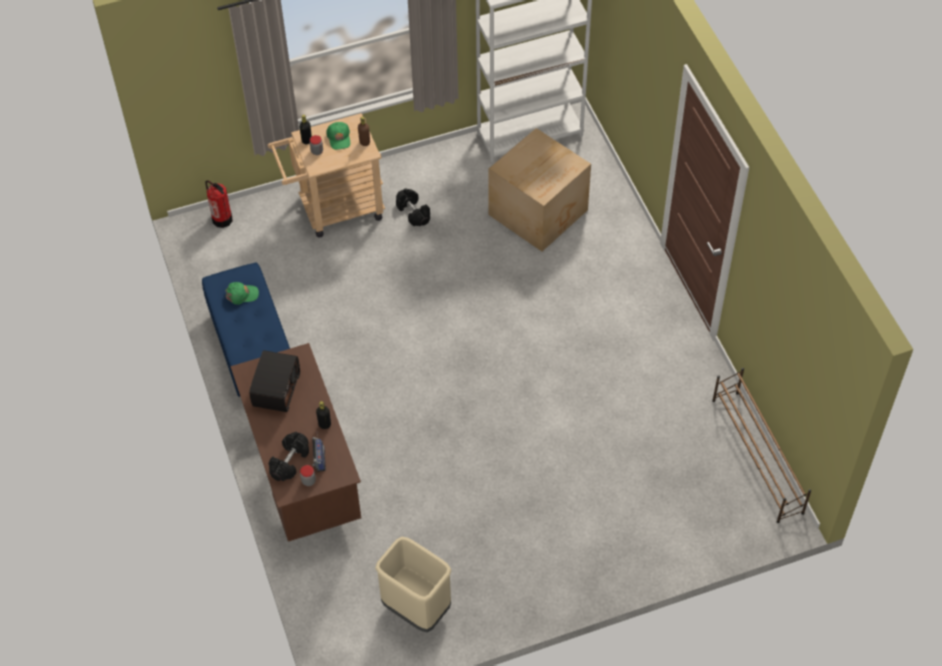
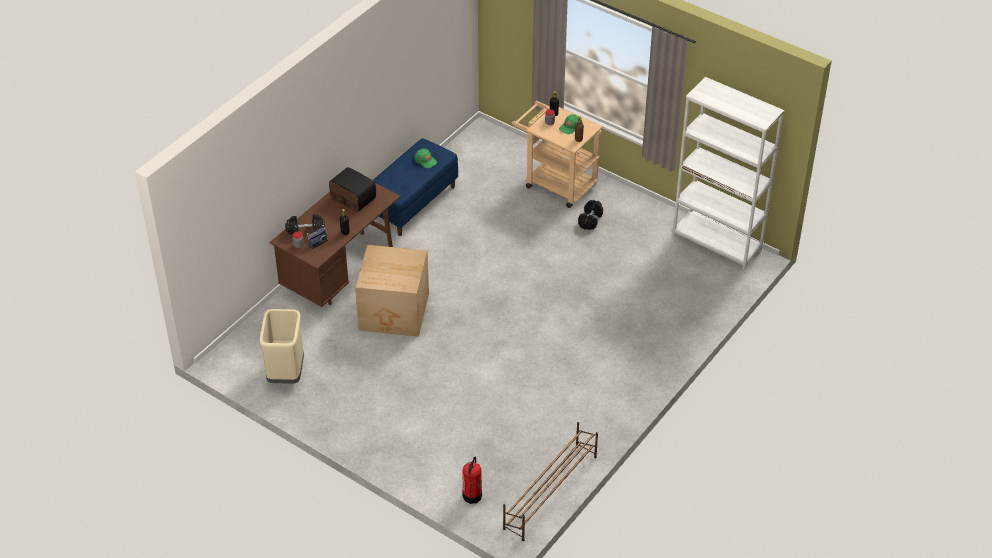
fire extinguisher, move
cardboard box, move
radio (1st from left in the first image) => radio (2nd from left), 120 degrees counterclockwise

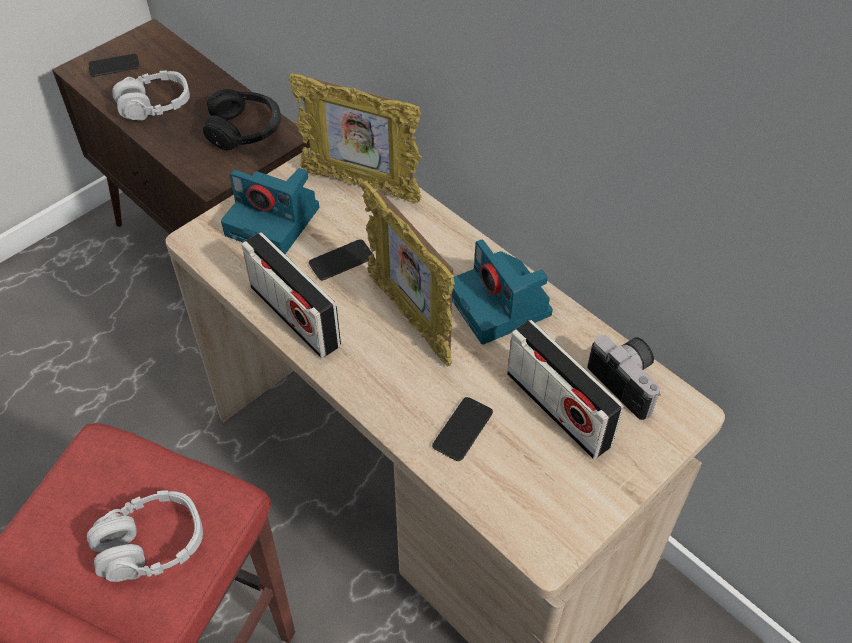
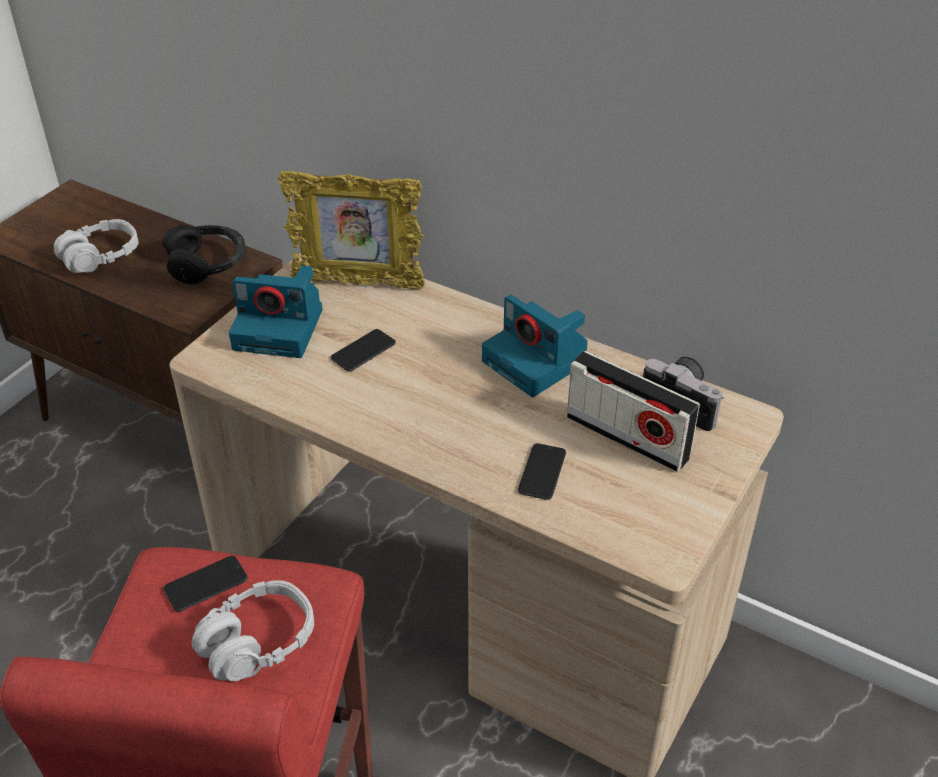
radio (1st from left) => nothing
picture frame (2nd from left) => nothing
phone (1st from left), move

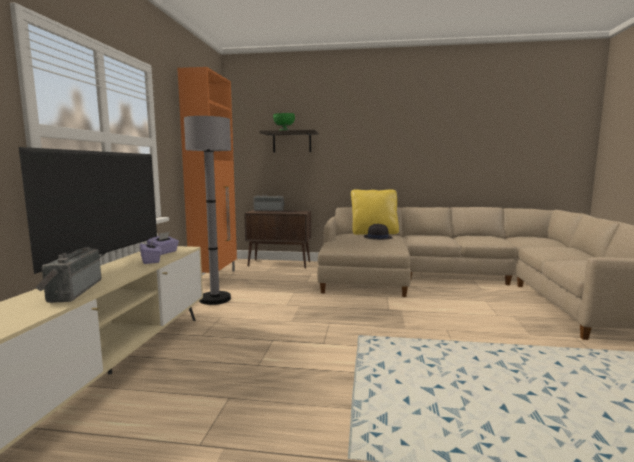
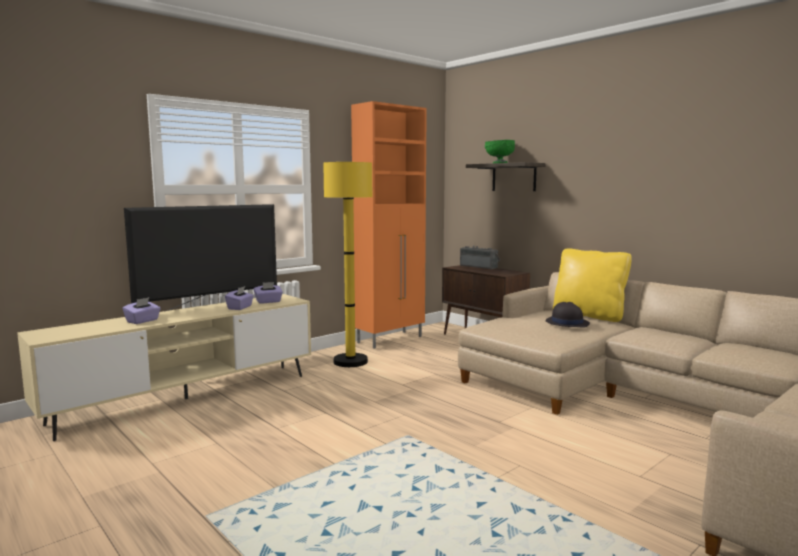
radio (1st from left) => purple tissue box (1st from left)
grey floor lamp => yellow floor lamp

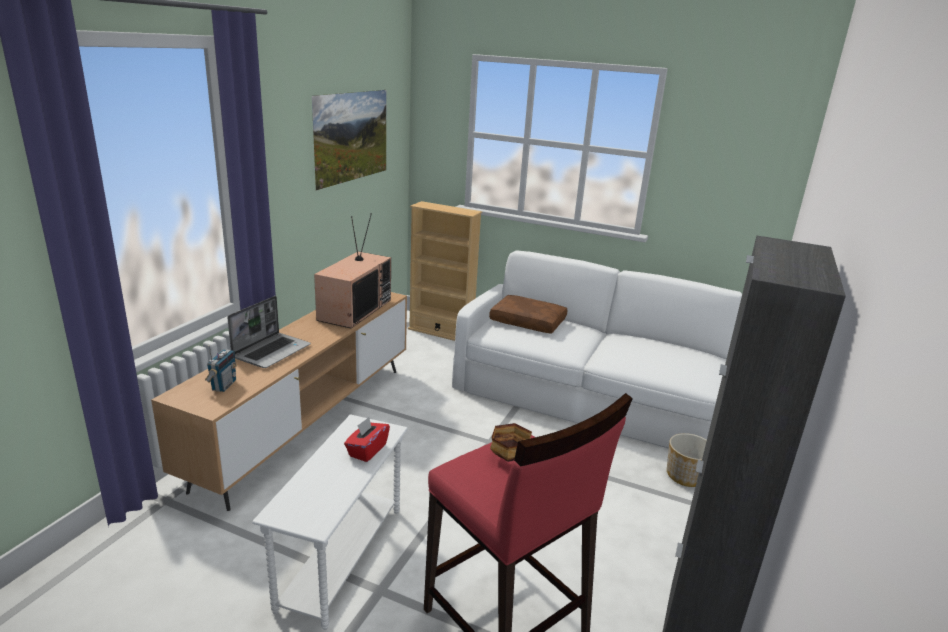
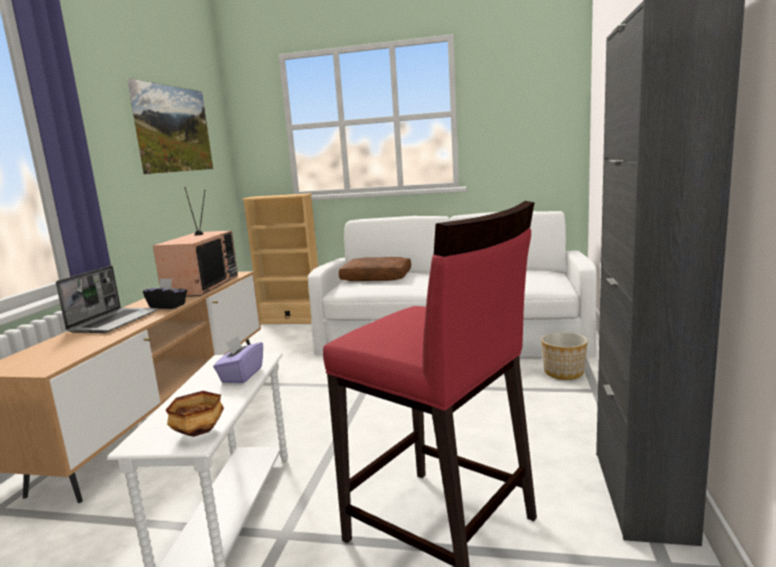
radio => nothing
nothing => black tissue box
bowl, move
red tissue box => purple tissue box

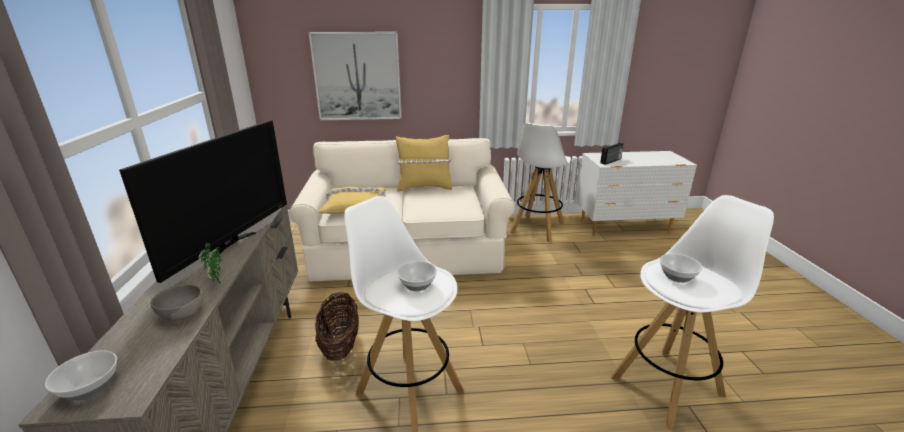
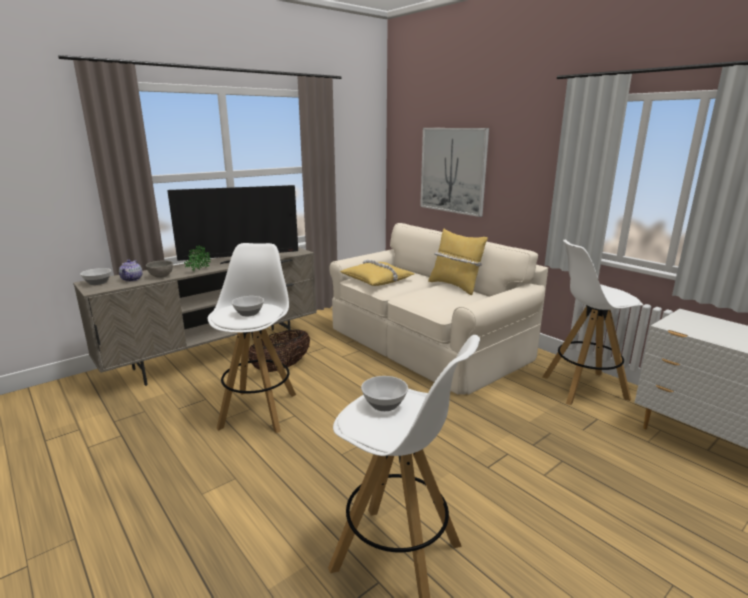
radio => nothing
nothing => teapot

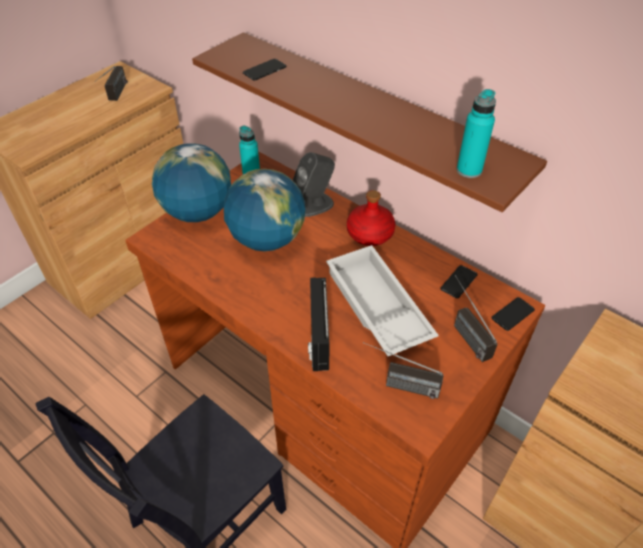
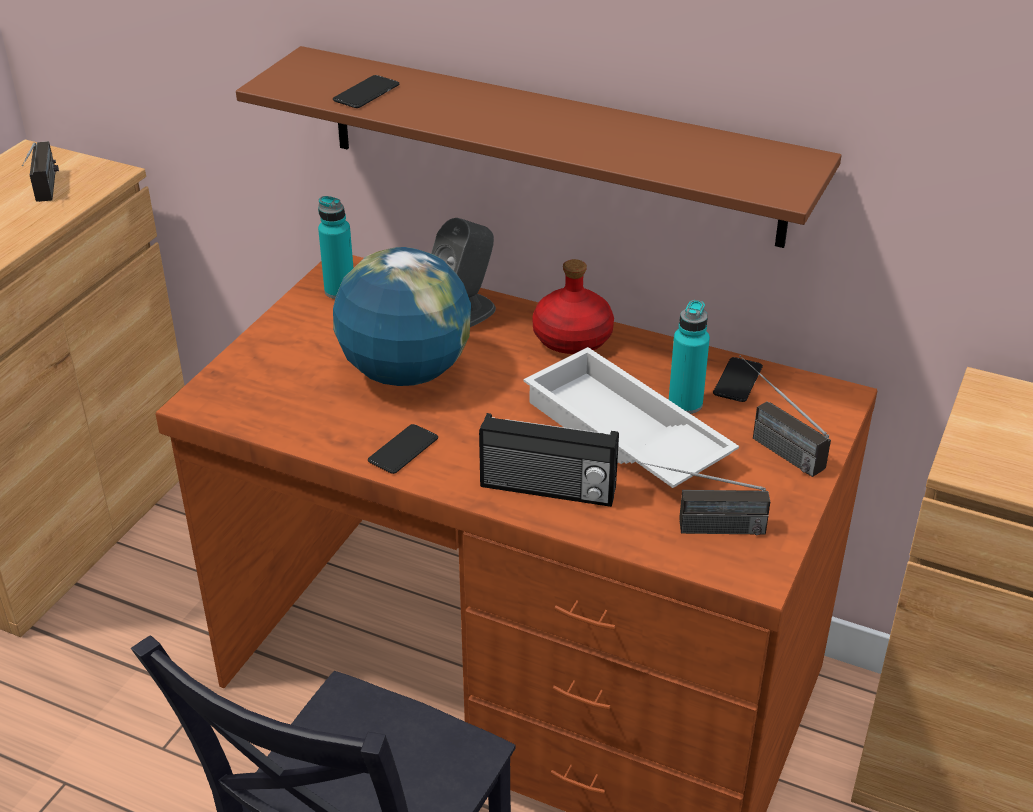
globe (1st from left) => nothing
turquoise bottle (2nd from left), move
phone (3rd from left in the first image) => phone (2nd from left), move
radio (2nd from left), 60 degrees counterclockwise

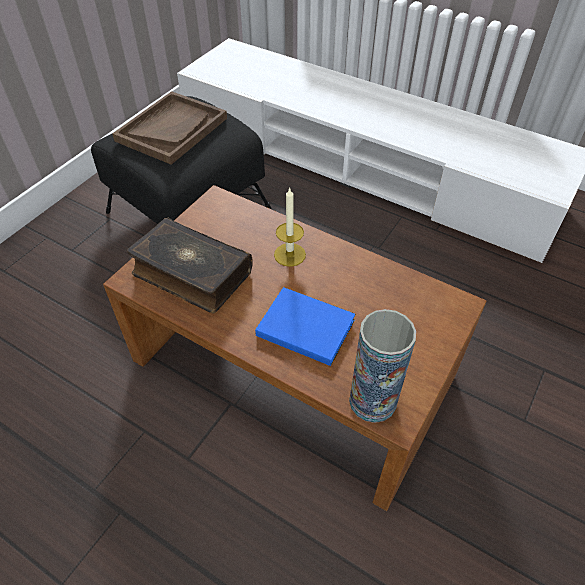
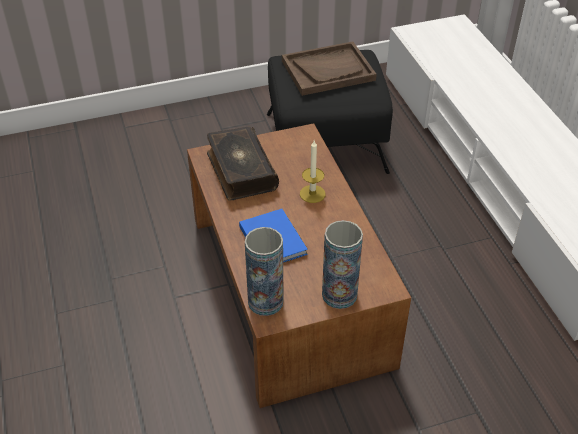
nothing => vase (2nd from left)

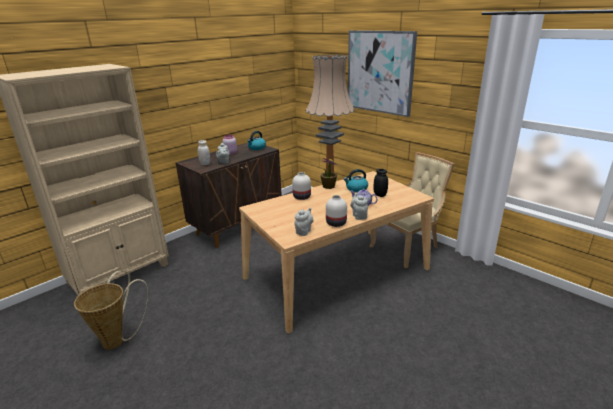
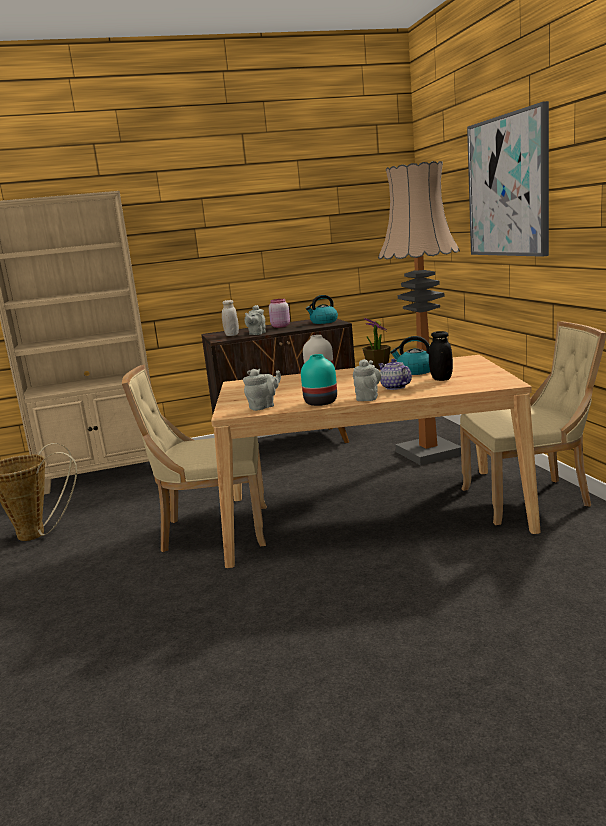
nothing => beige chair (1st from left)
white vase (2nd from left) => turquoise vase

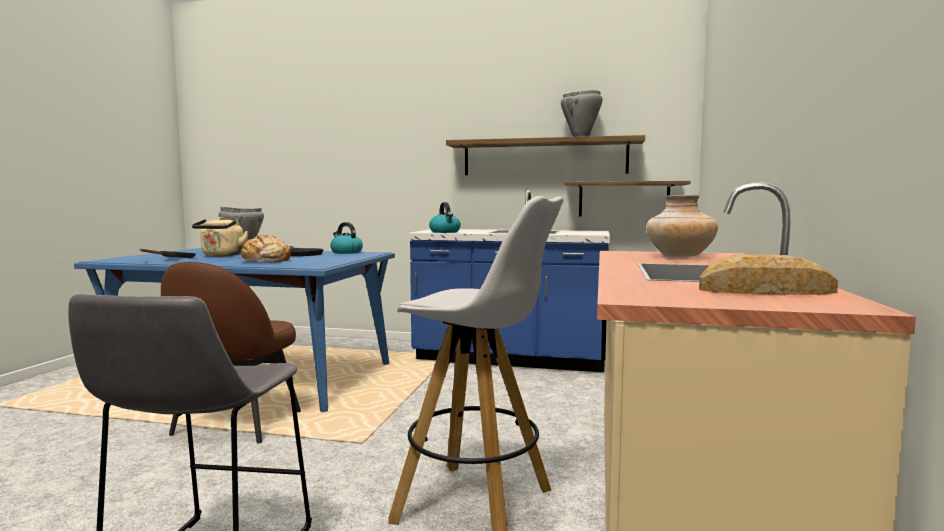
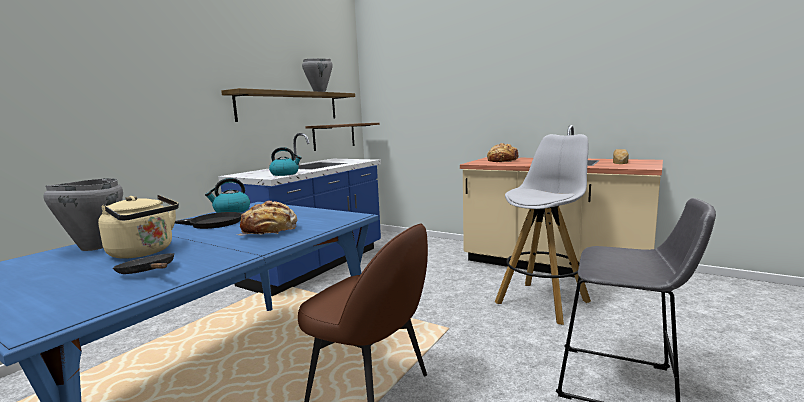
beige vase => bread (2nd from left)

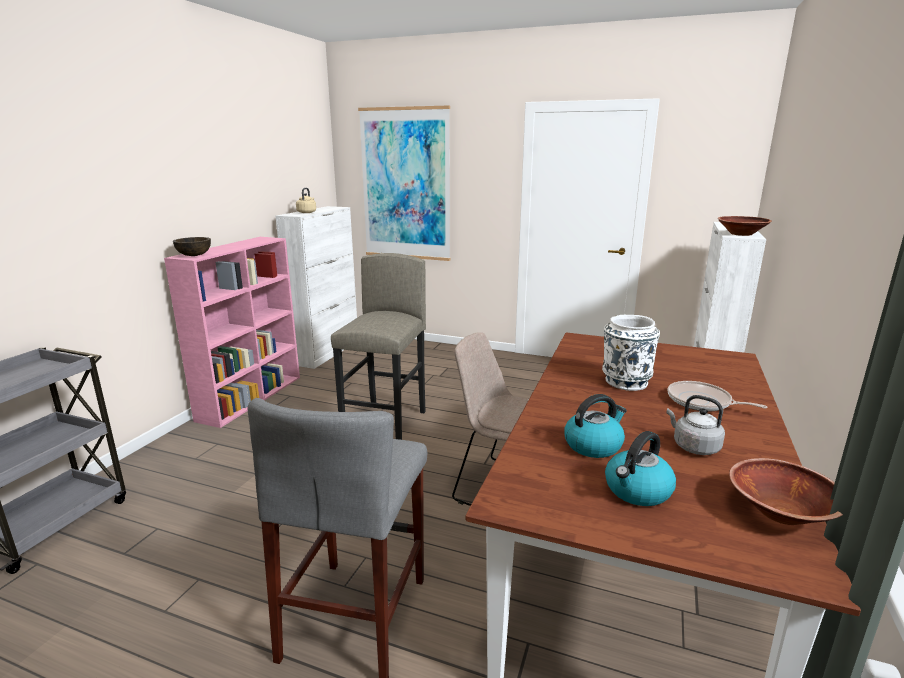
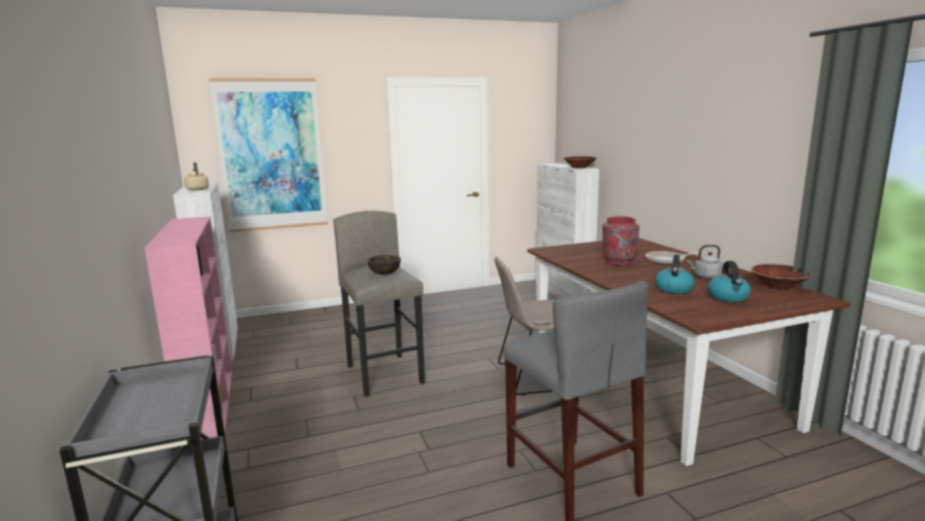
brown bowl (1st from left), move
white vase => red vase

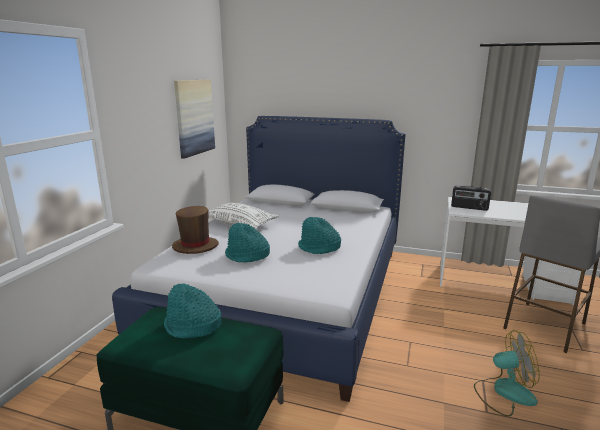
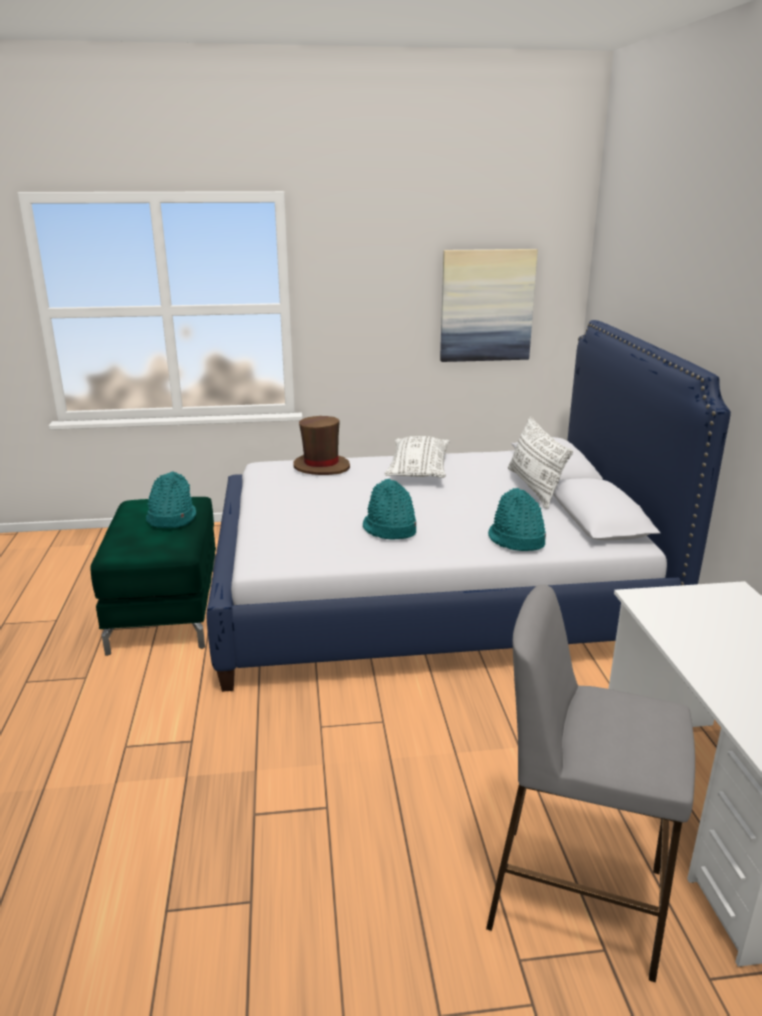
radio => nothing
fan => nothing
nothing => white pillow (2nd from left)
turquoise hat (2nd from left in the first image) => turquoise hat (3rd from left), move

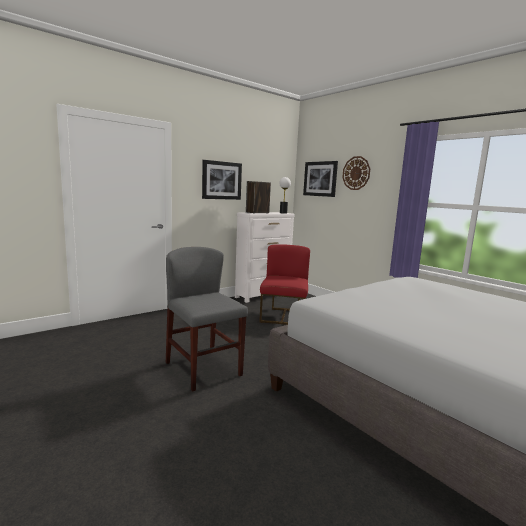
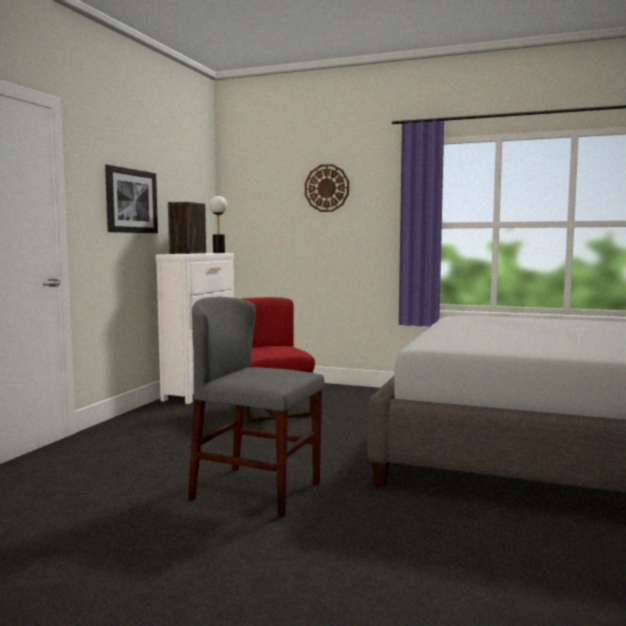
picture (2nd from left) => nothing

